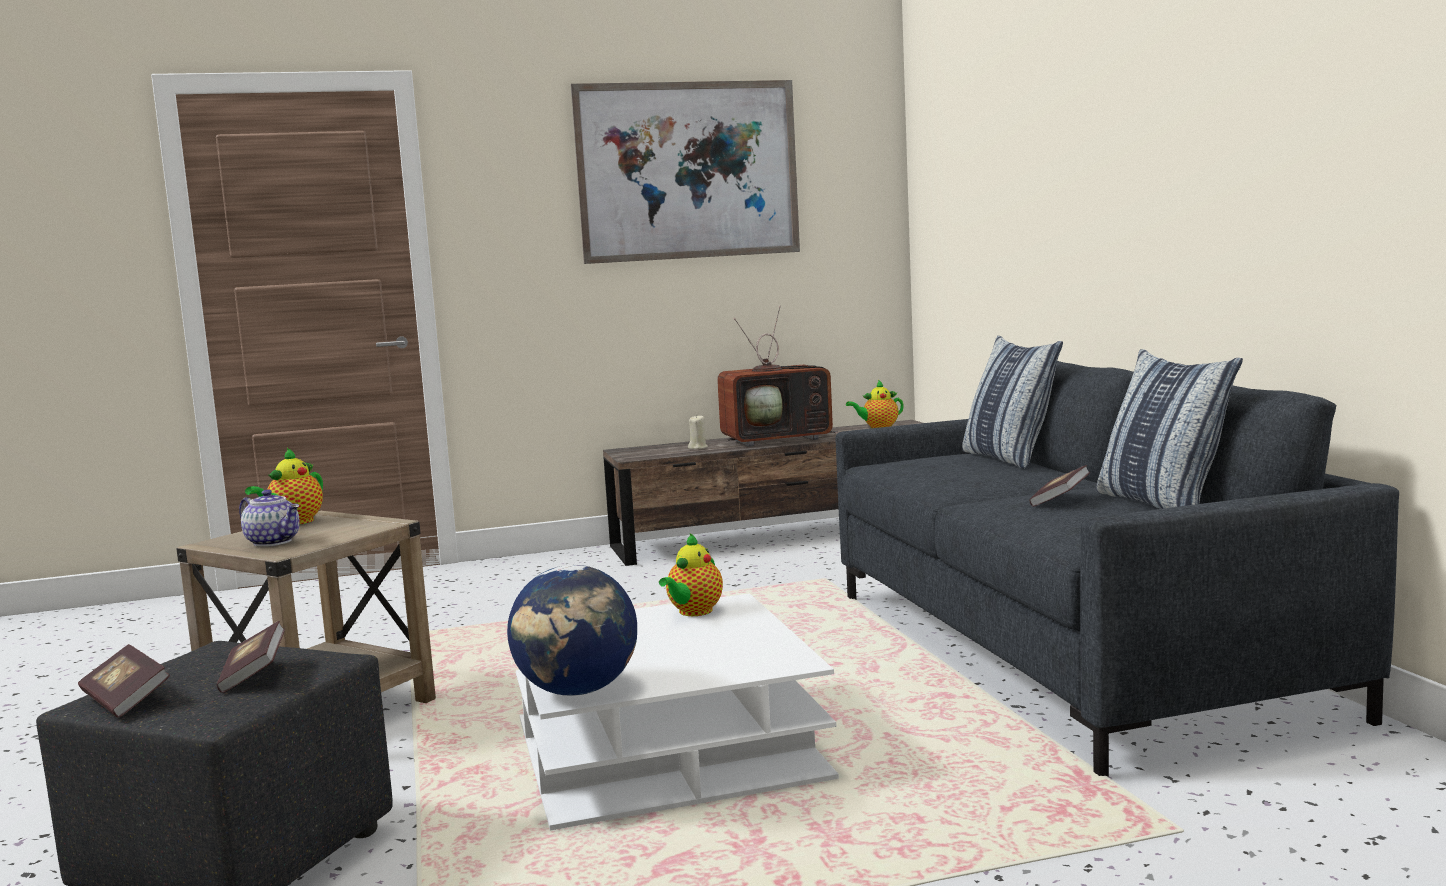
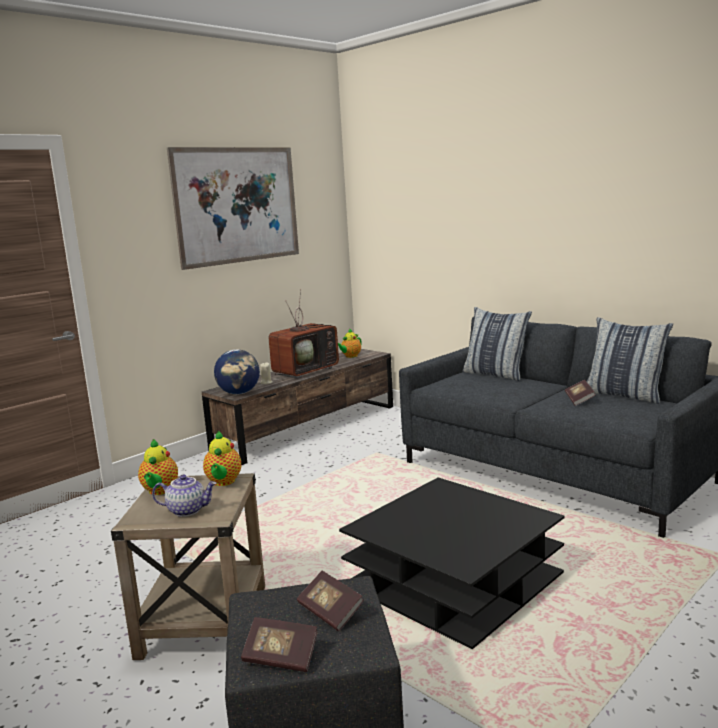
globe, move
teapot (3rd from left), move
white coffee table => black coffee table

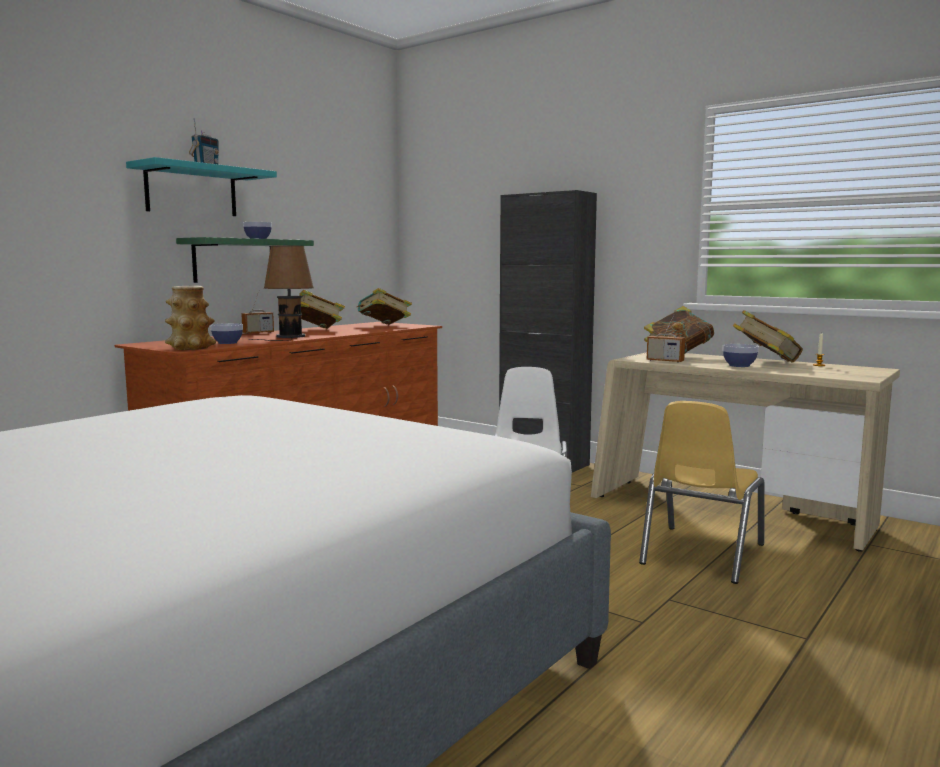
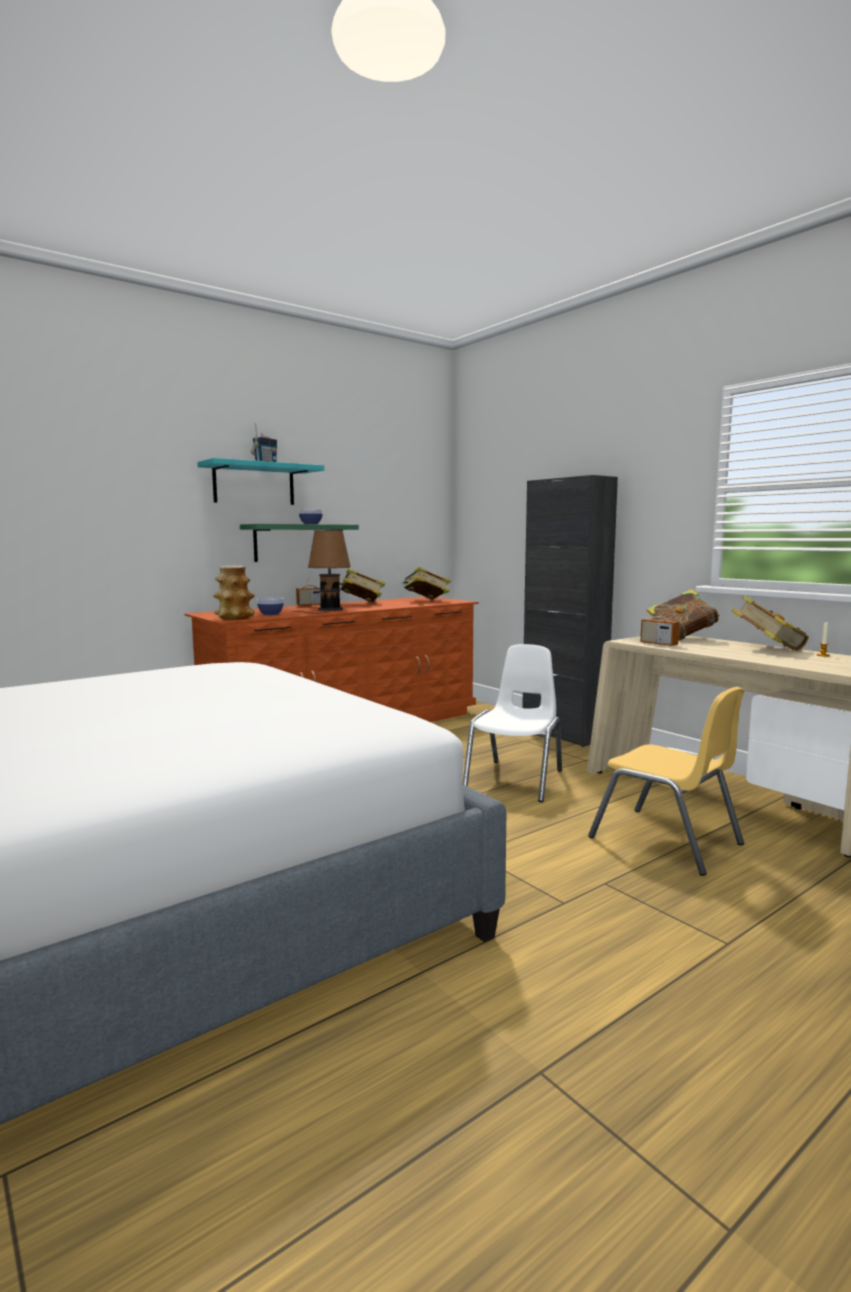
bowl (3rd from left) => nothing
yellow chair, 90 degrees counterclockwise

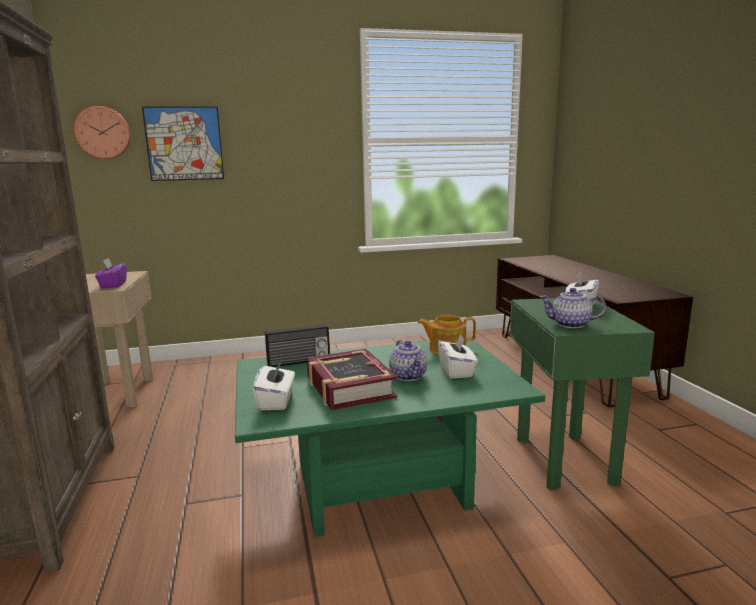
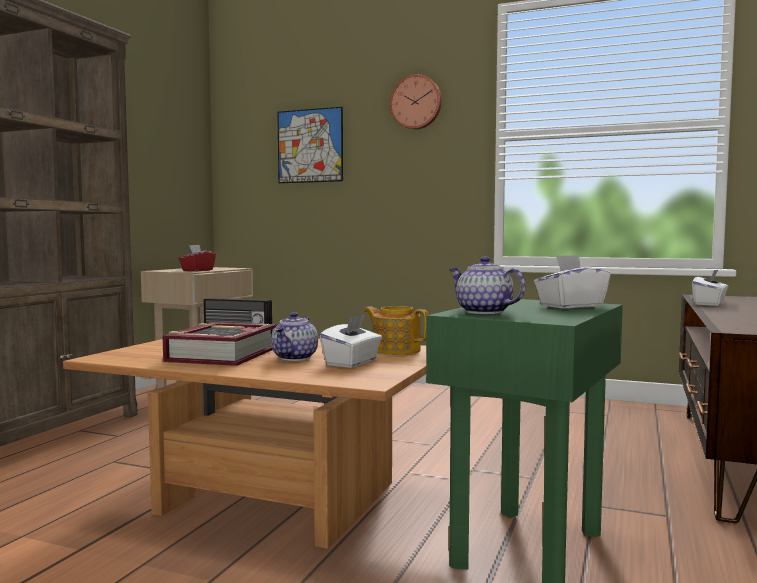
wall clock, move
white tissue box (1st from left in the first image) => white tissue box (3rd from left), move
purple tissue box => red tissue box
green coffee table => brown coffee table

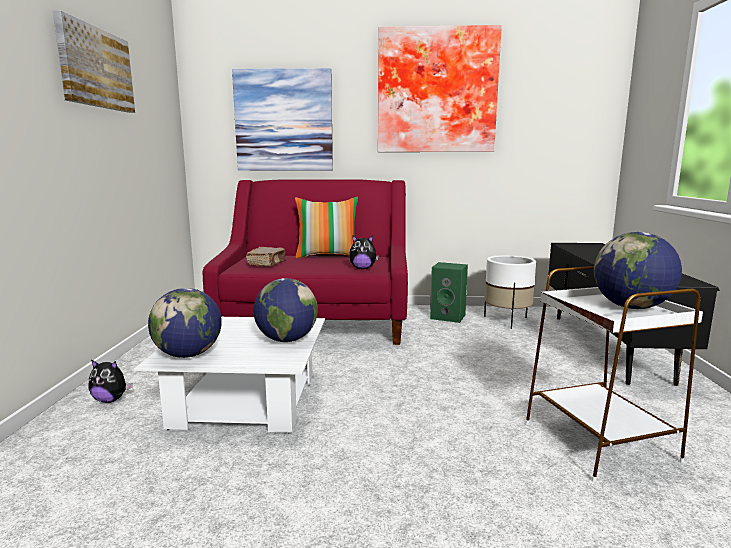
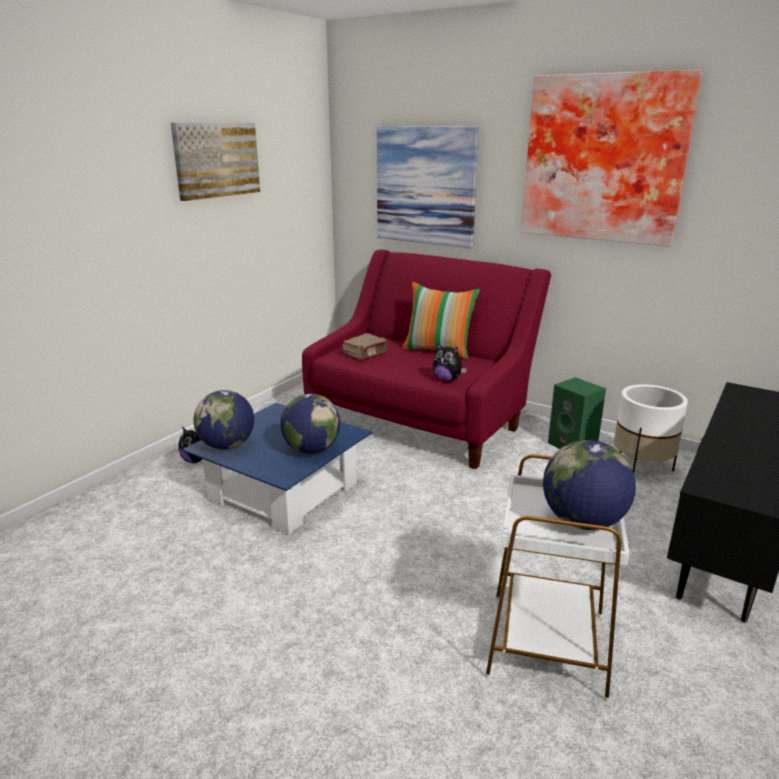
white coffee table => blue coffee table

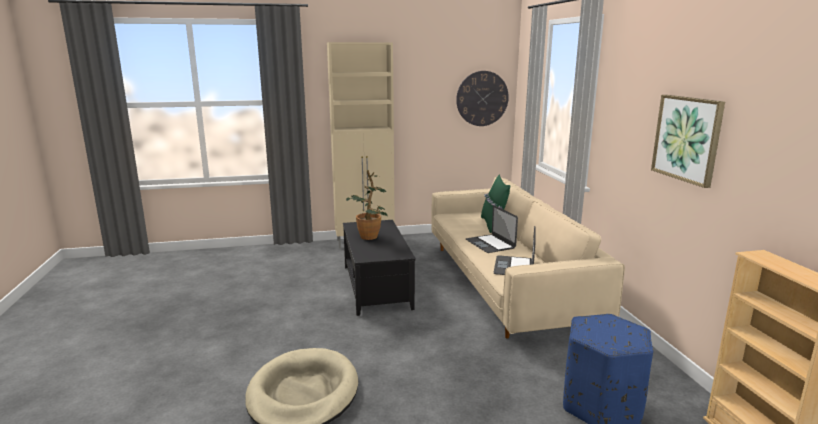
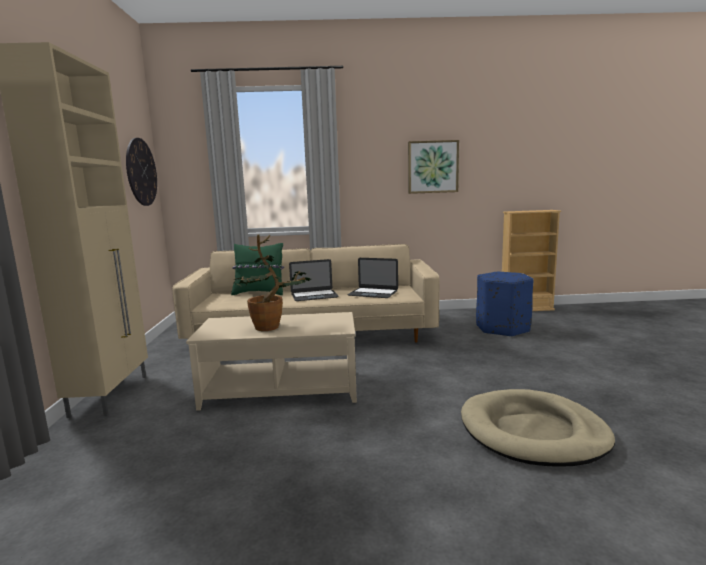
black coffee table => beige coffee table

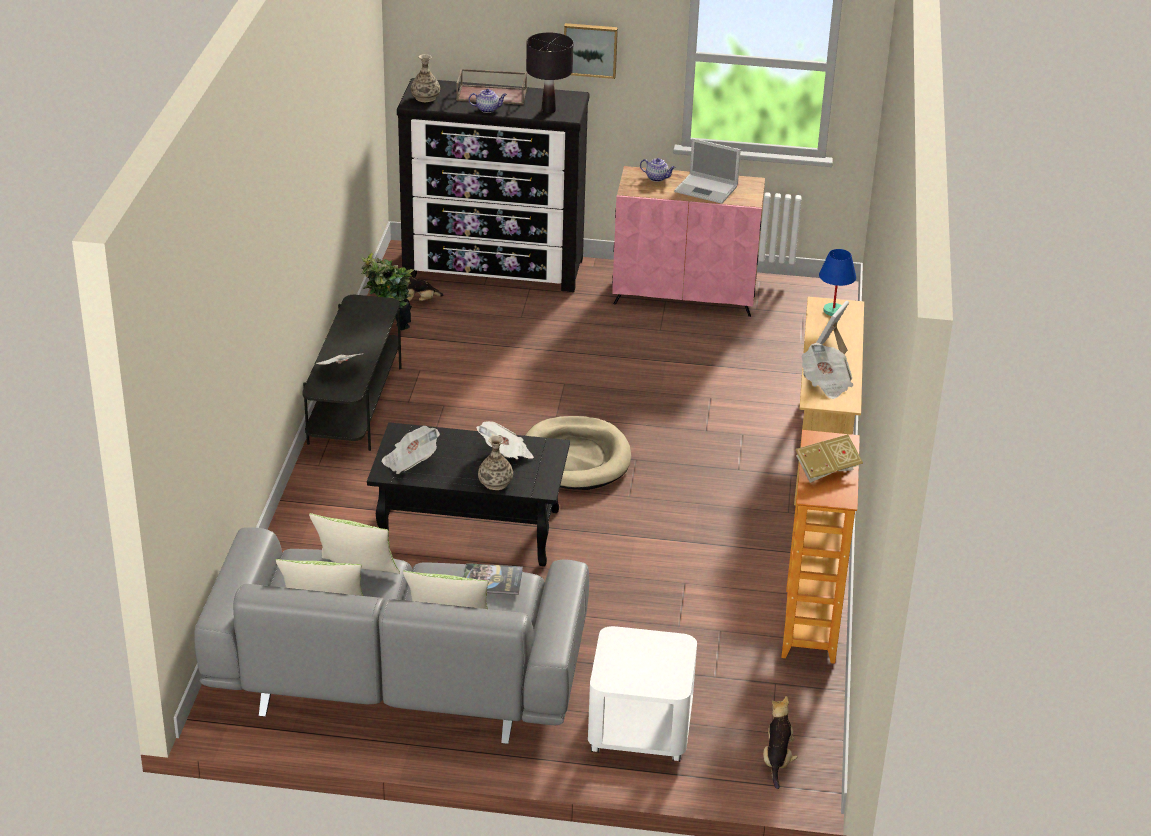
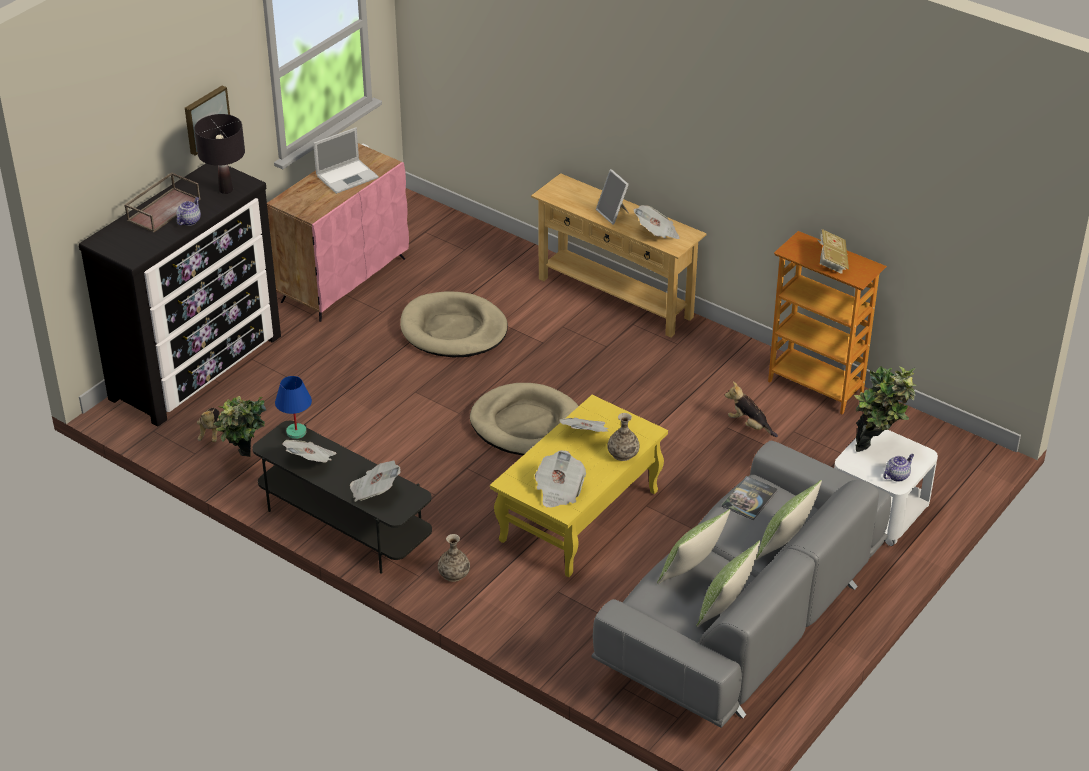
nothing => newspaper (1st from left)
nothing => beige dog bed (1st from left)
nothing => potted plant (2nd from left)
vase (1st from left), move
teapot (2nd from left), move
plush toy (2nd from left), move
blue table lamp, move
black coffee table => yellow coffee table

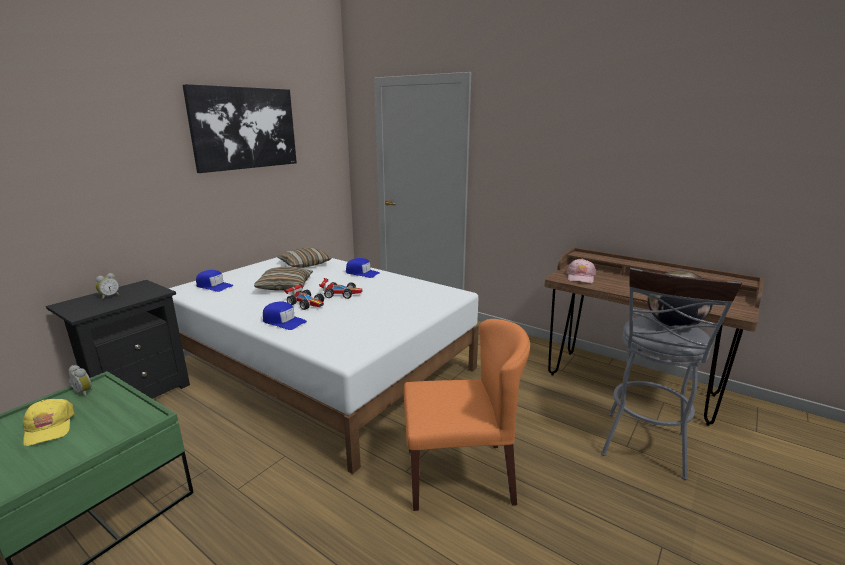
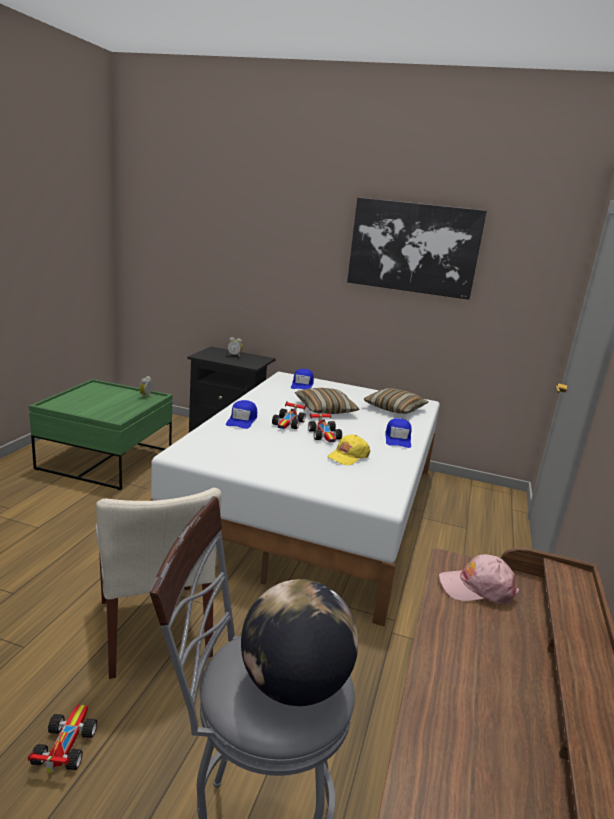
nothing => toy car (1st from left)
yellow cap, move
orange chair => beige chair

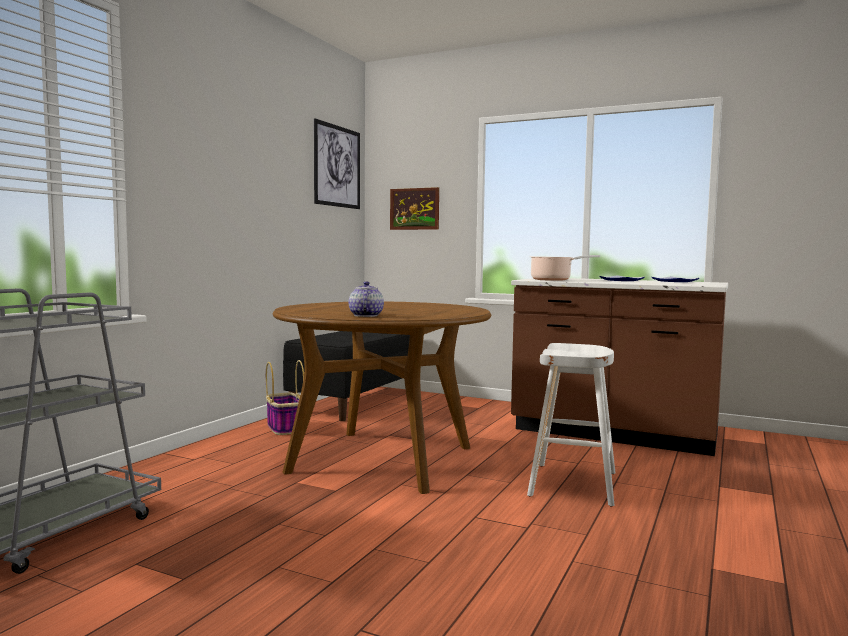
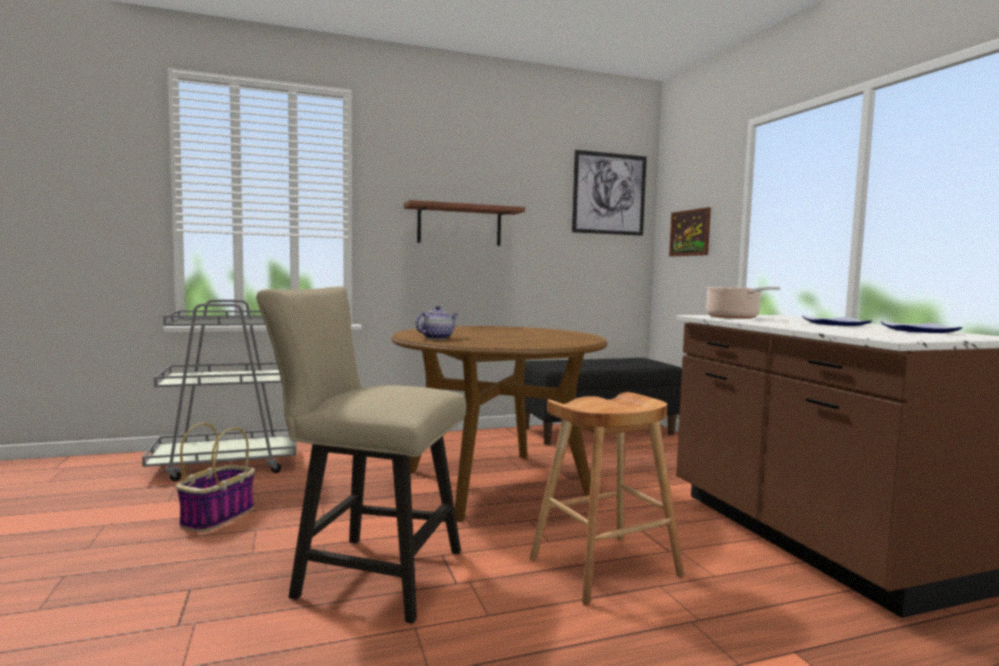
nothing => beige chair
nothing => shelf
basket, move
white stool => brown stool

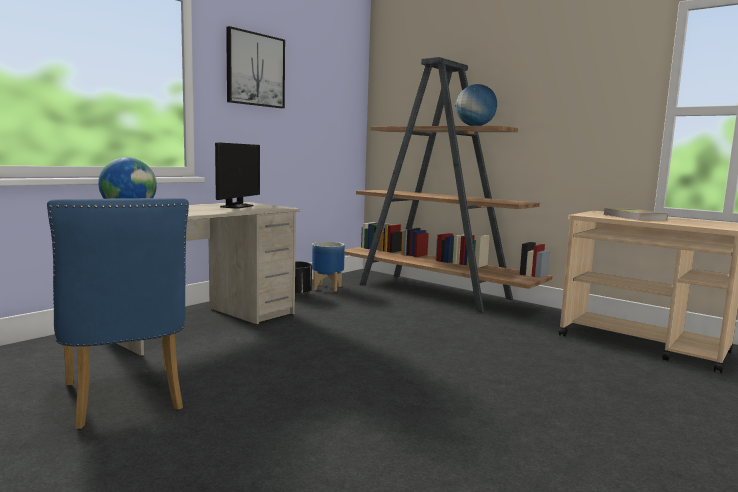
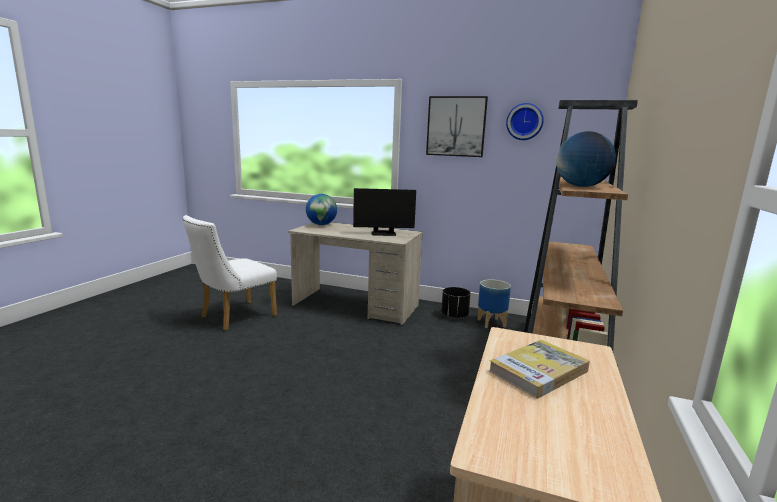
nothing => wall clock
blue chair => white chair

